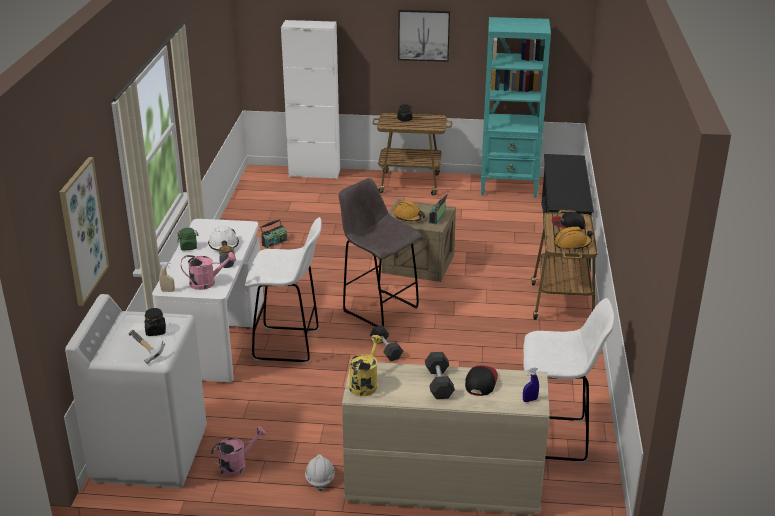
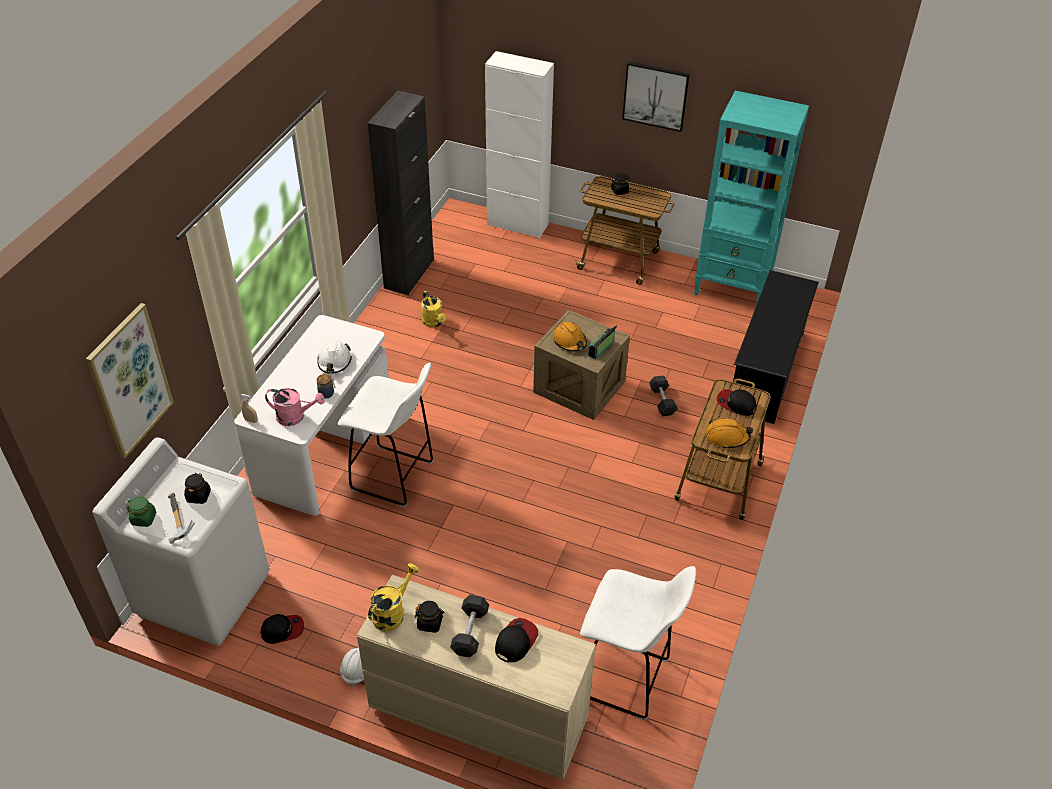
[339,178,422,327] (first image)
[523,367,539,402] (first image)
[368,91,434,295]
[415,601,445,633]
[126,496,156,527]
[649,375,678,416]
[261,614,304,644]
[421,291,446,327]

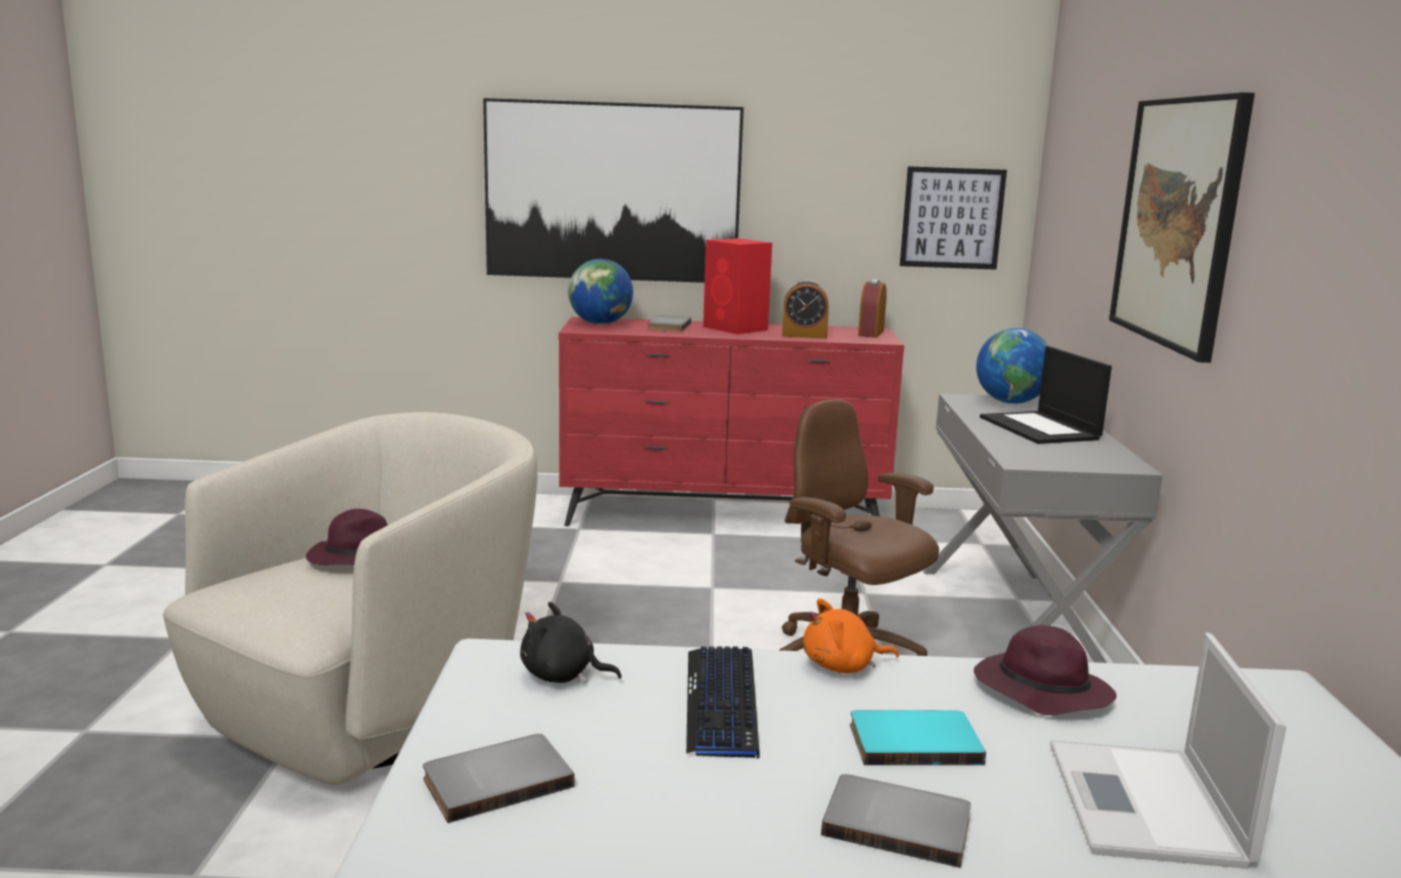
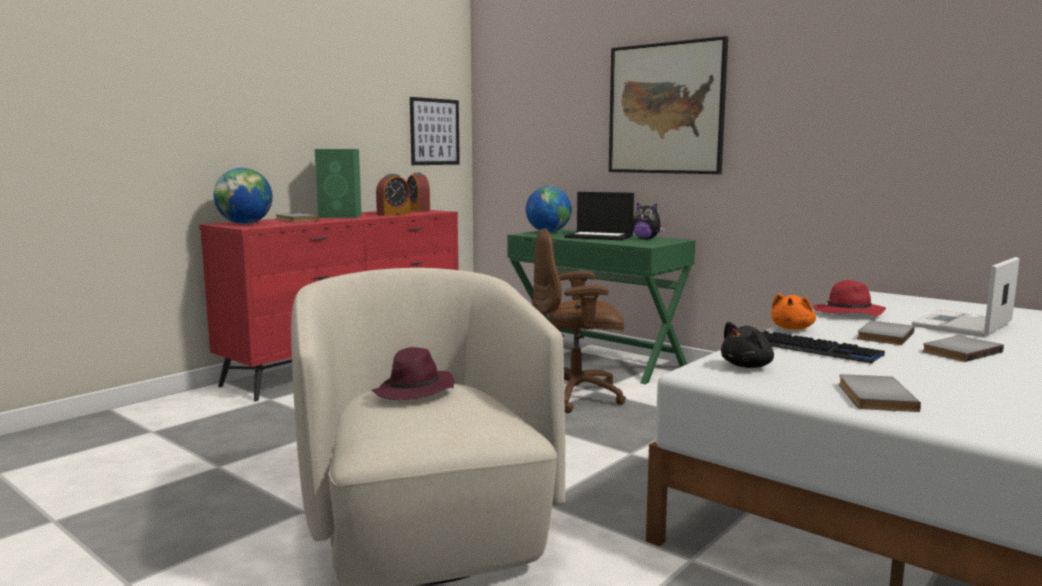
[483,98,744,283] (first image)
[632,203,666,239]
[315,149,362,218]
[857,321,915,345]
[507,229,696,384]
[813,280,886,317]
[912,257,1020,337]

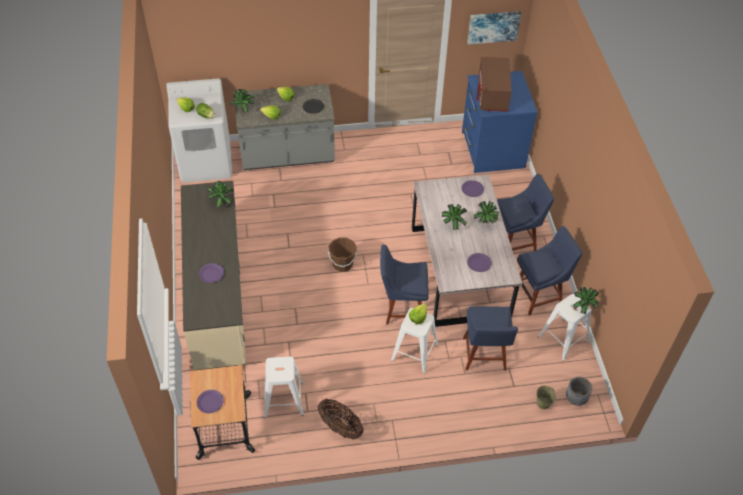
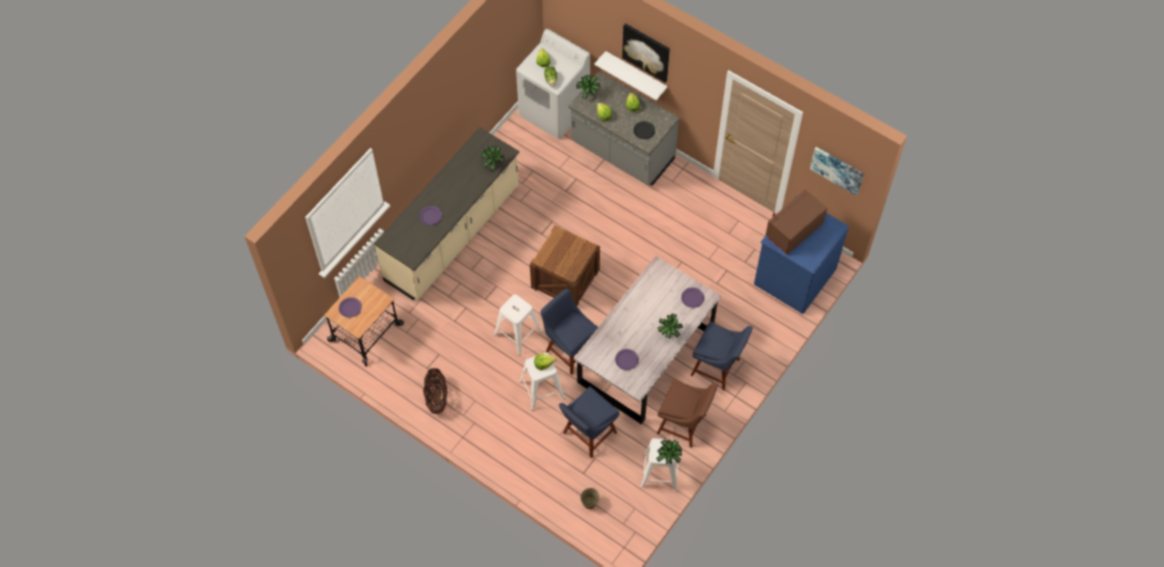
[442,204,467,230] (first image)
[566,377,592,406] (first image)
[594,51,668,101]
[622,23,670,83]
[494,294,542,355]
[530,225,600,306]
[657,379,718,448]

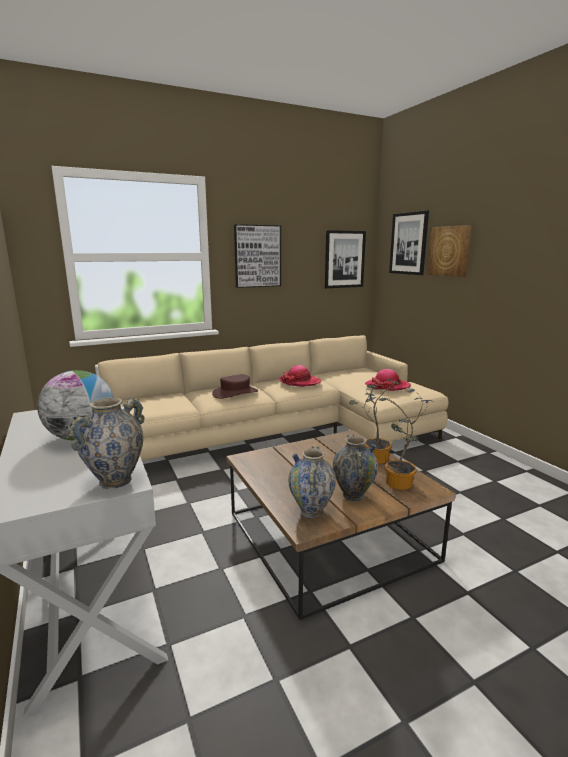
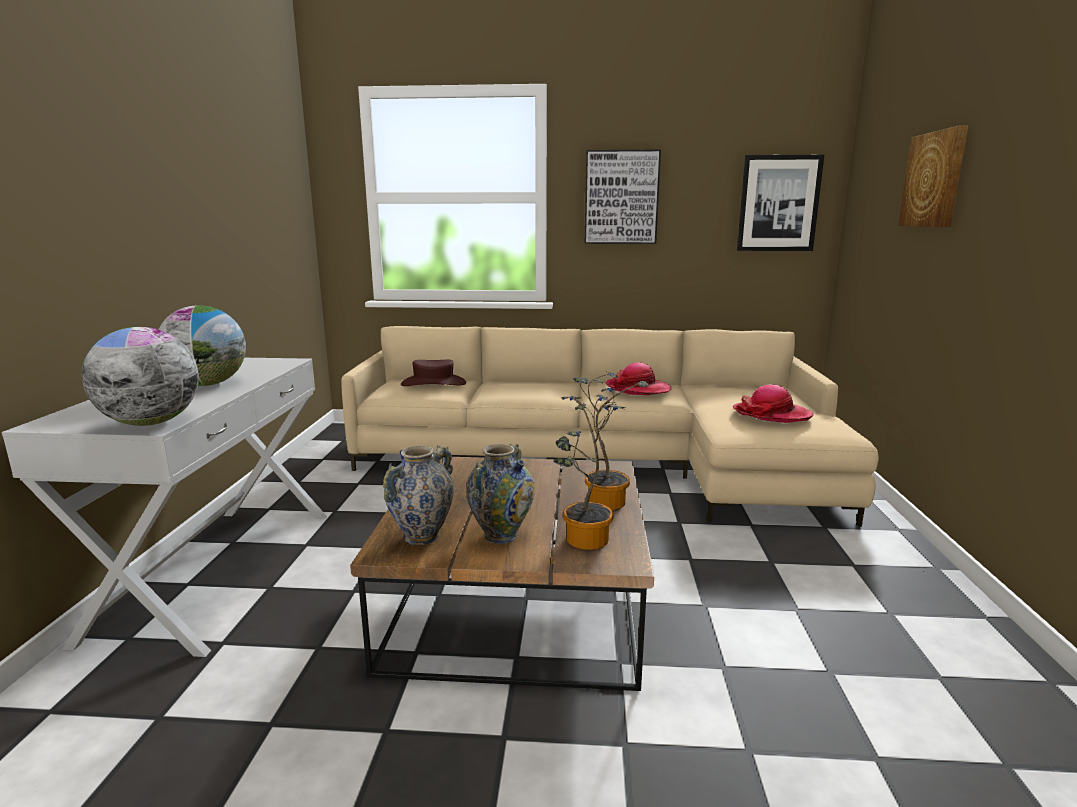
[389,210,429,275] (first image)
[401,360,466,386]
[82,327,199,426]

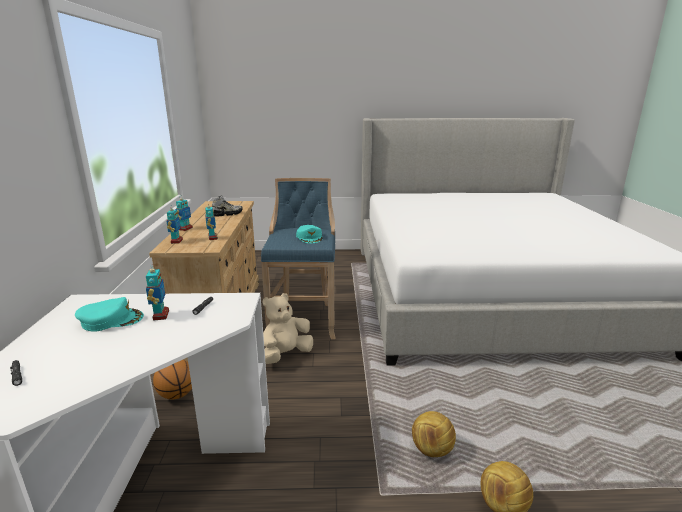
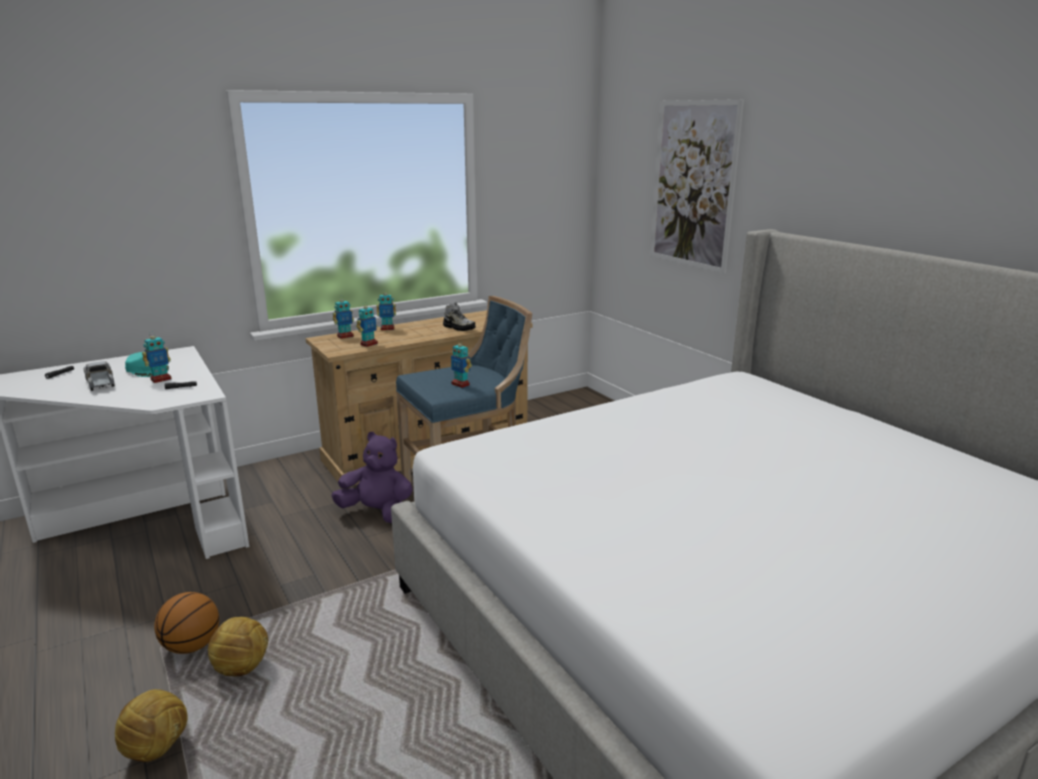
[84,361,115,391]
[651,99,744,273]
[154,592,219,654]
[451,339,472,388]
[331,432,412,523]

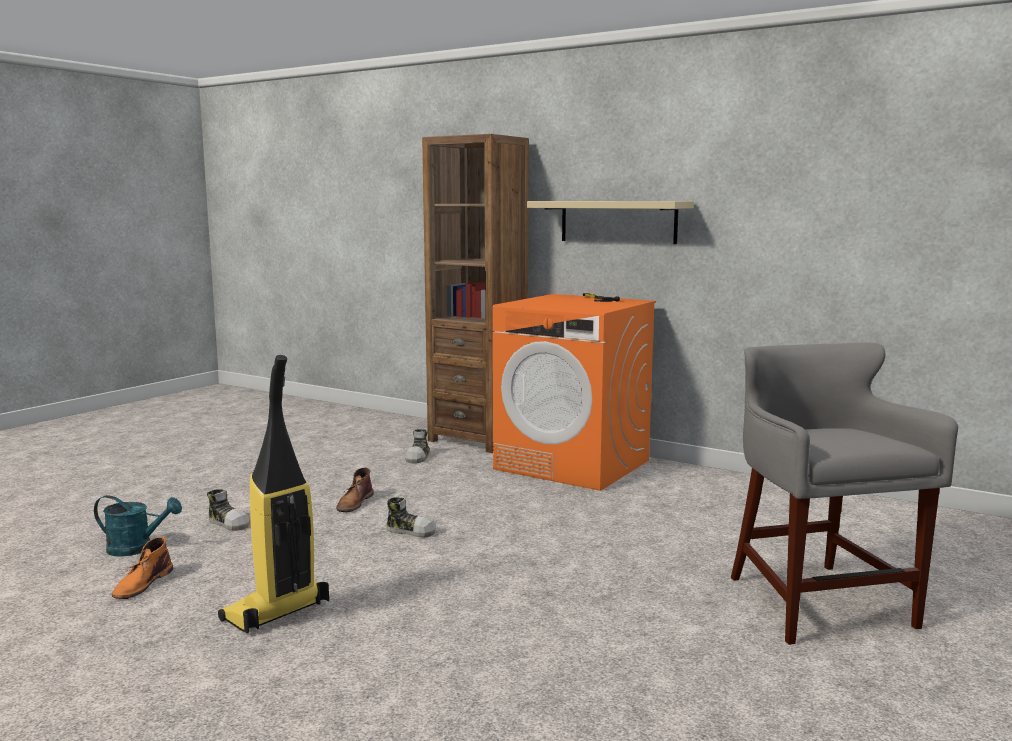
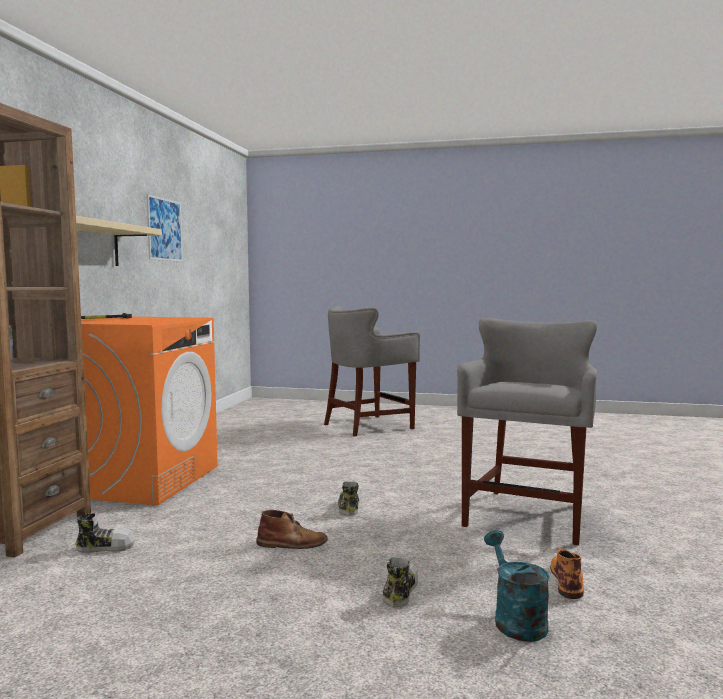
[146,194,183,262]
[457,318,597,546]
[550,548,584,599]

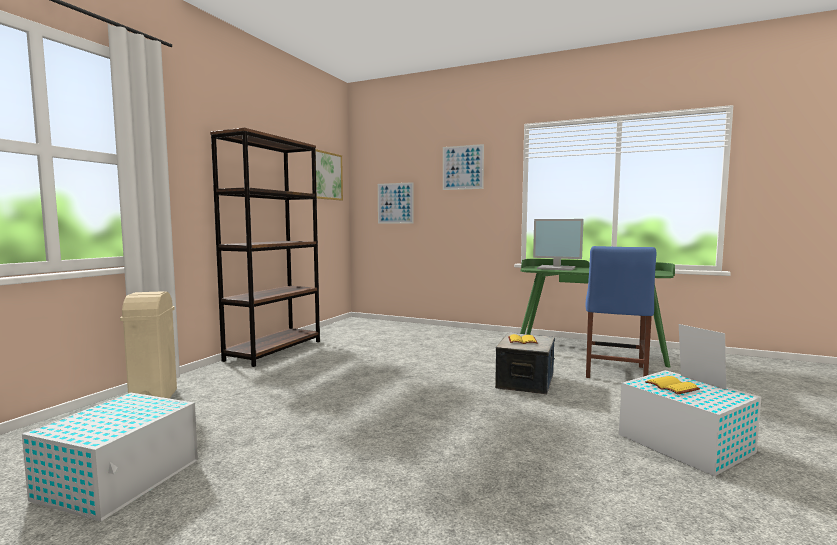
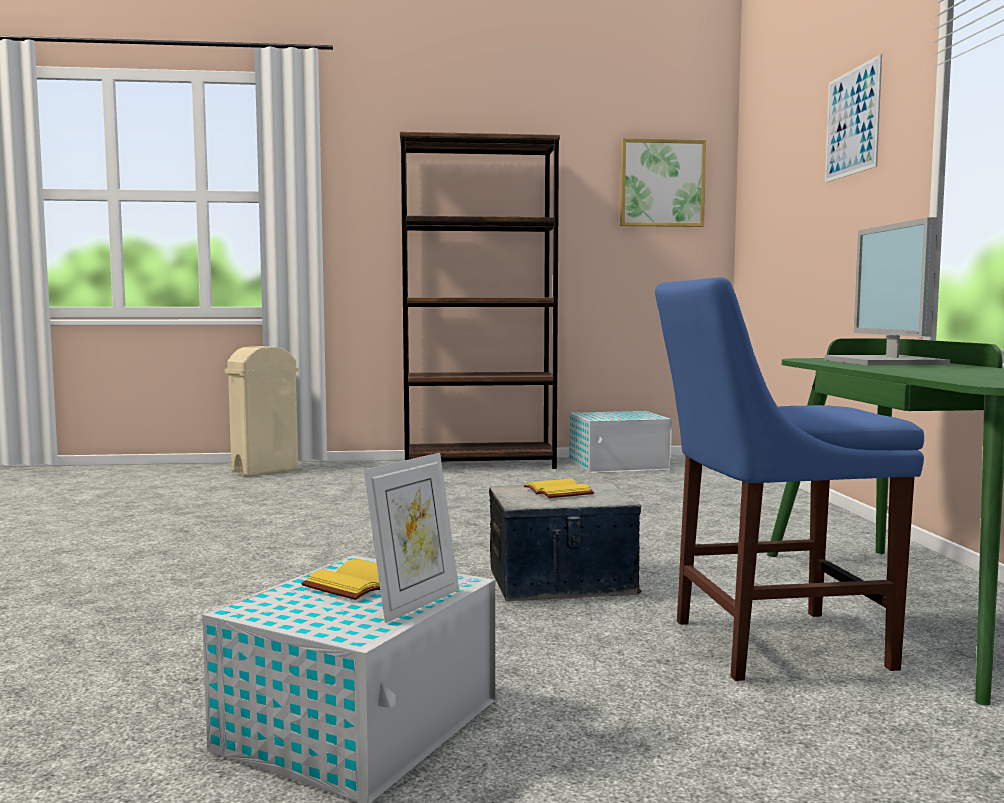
[378,182,414,223] (first image)
[569,411,672,473]

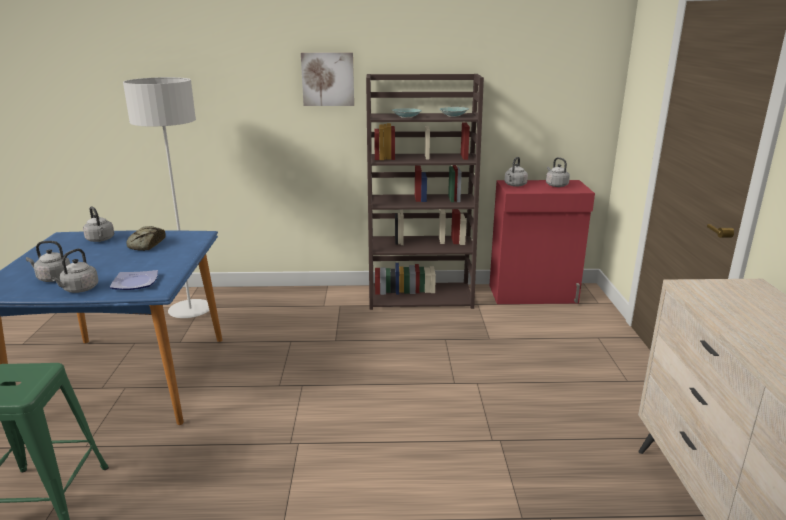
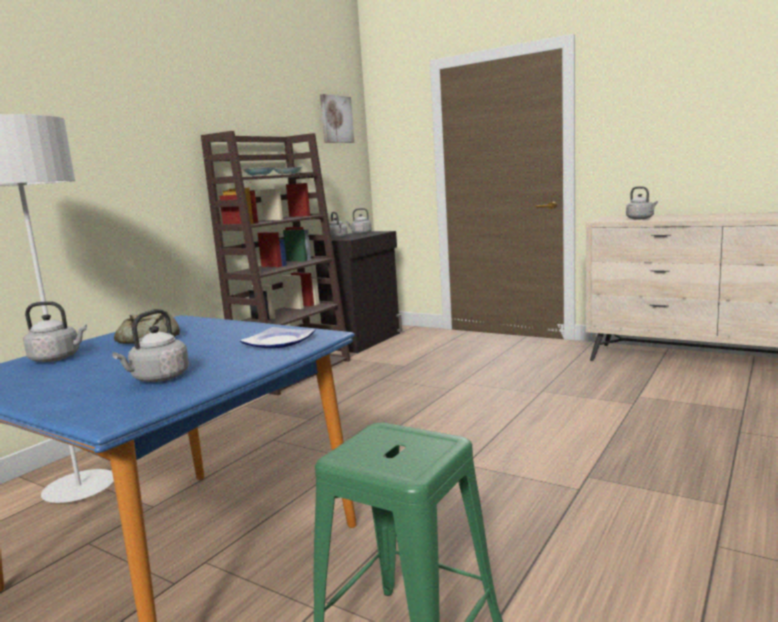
[626,186,658,220]
[320,94,354,143]
[313,231,402,353]

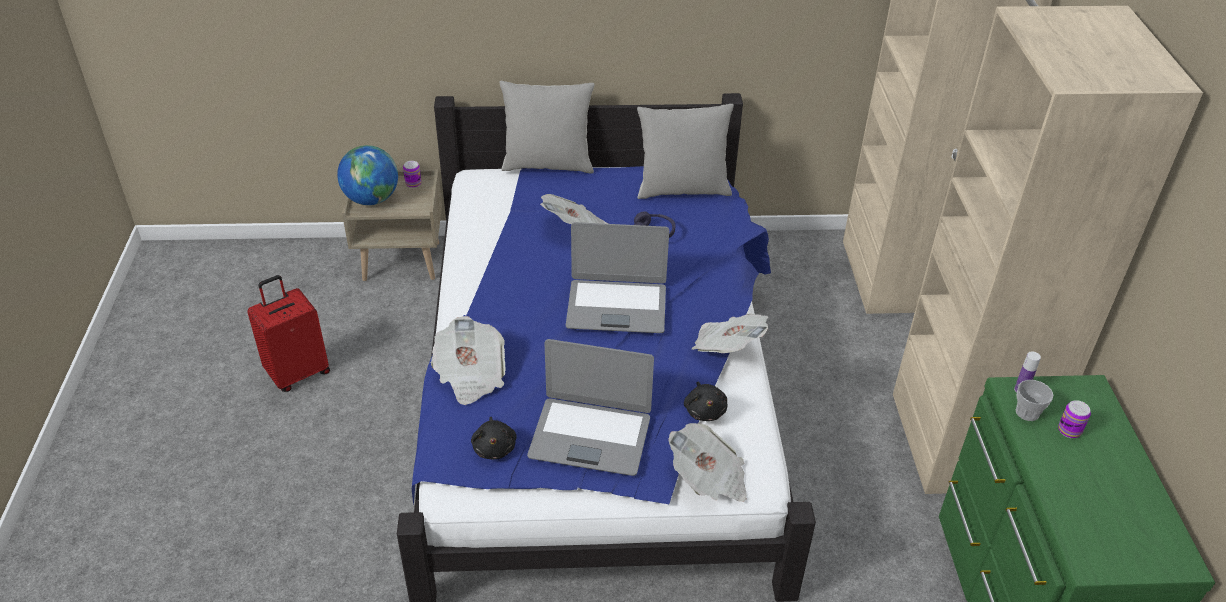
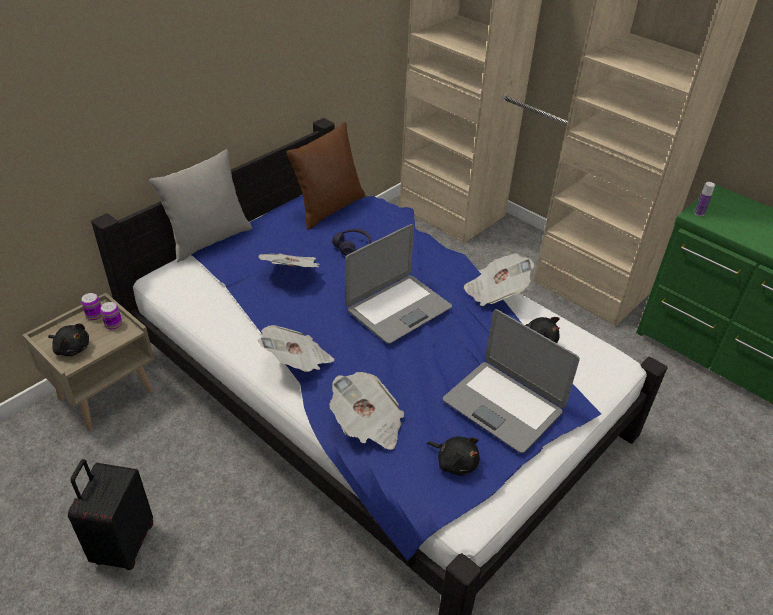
[1016,380,1054,421] (first image)
[258,325,334,372]
[100,302,122,330]
[48,323,89,356]
[68,459,153,570]
[286,122,366,230]
[443,309,580,453]

